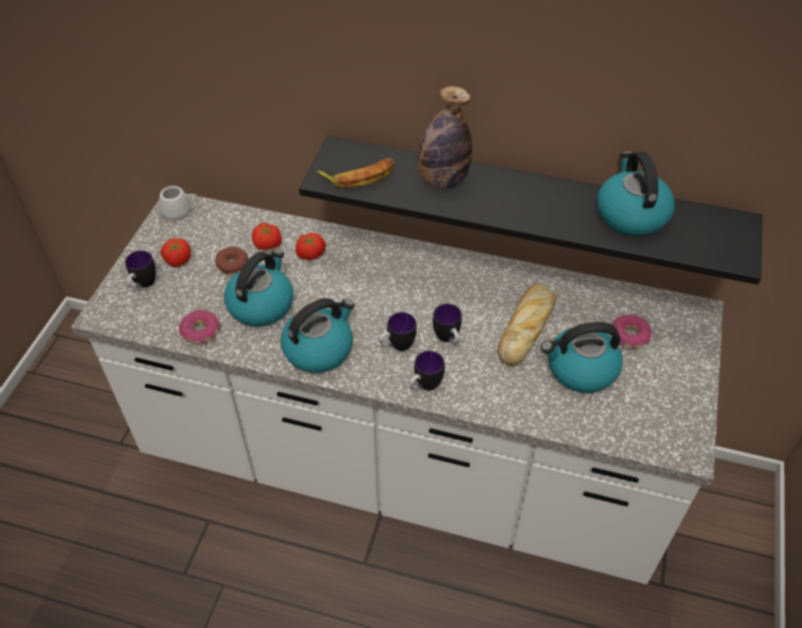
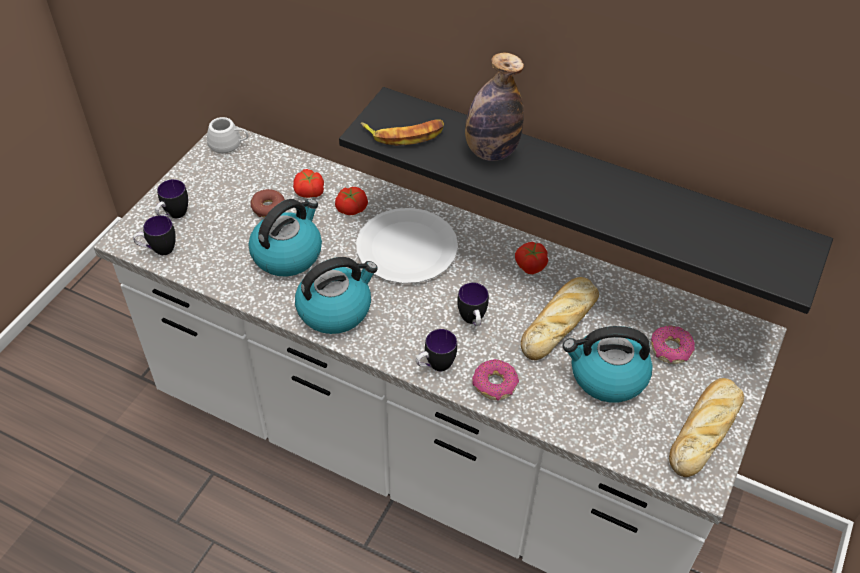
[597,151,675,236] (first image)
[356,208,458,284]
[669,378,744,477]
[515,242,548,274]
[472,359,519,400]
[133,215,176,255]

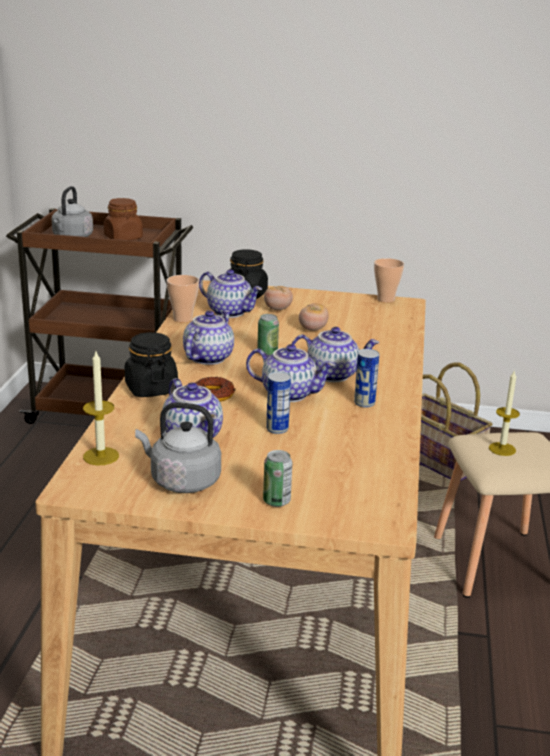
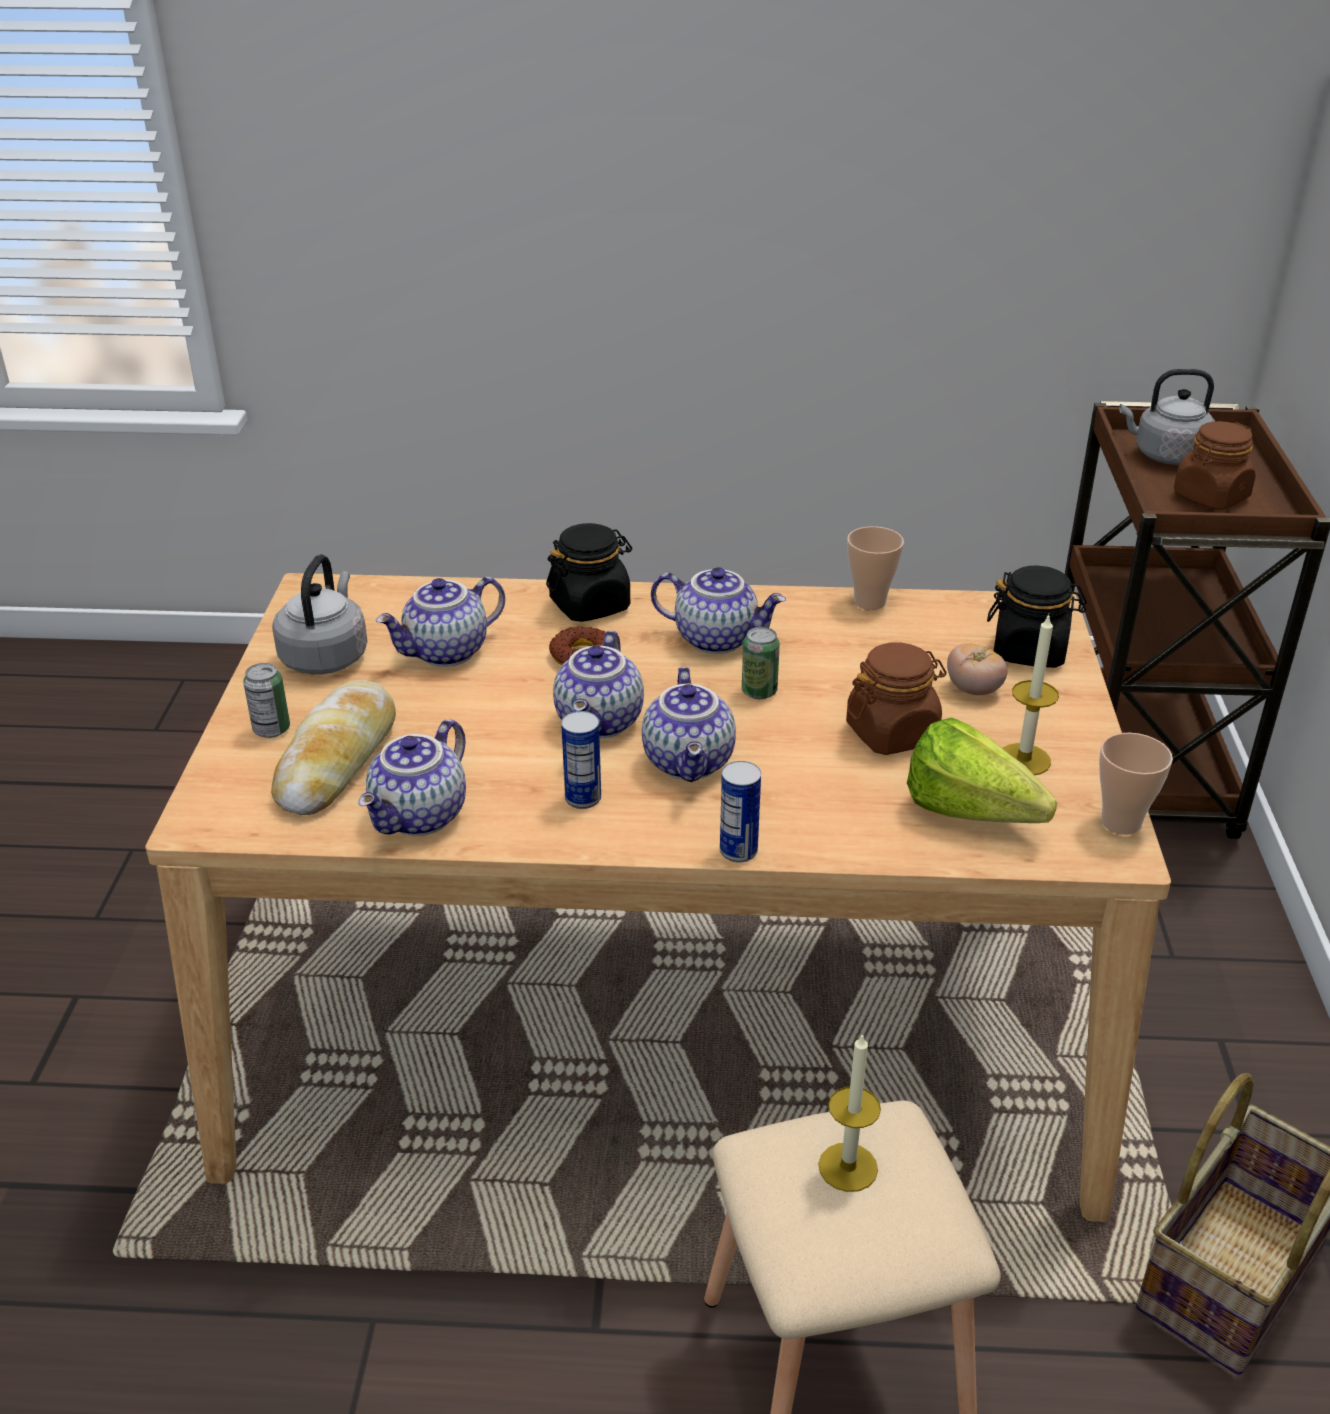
[271,680,396,815]
[907,717,1057,823]
[1003,614,1059,775]
[358,719,466,836]
[720,761,761,863]
[846,643,946,755]

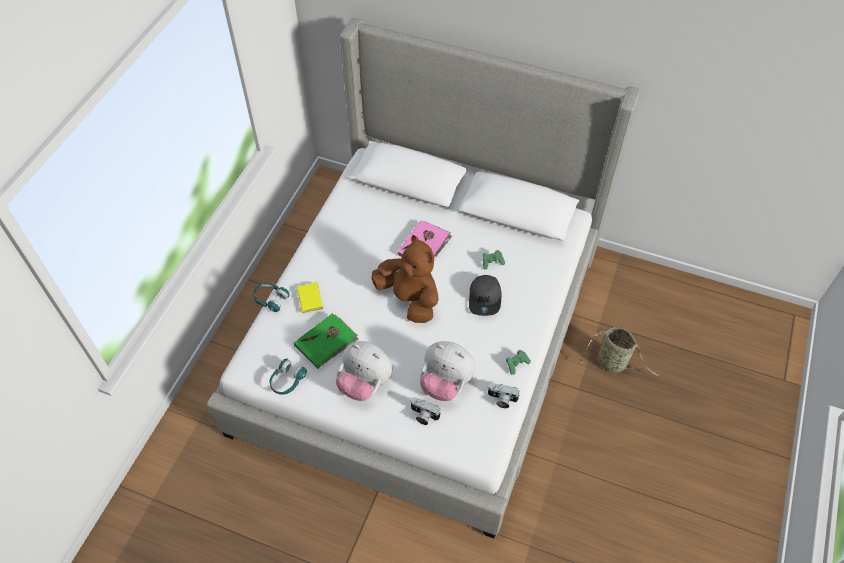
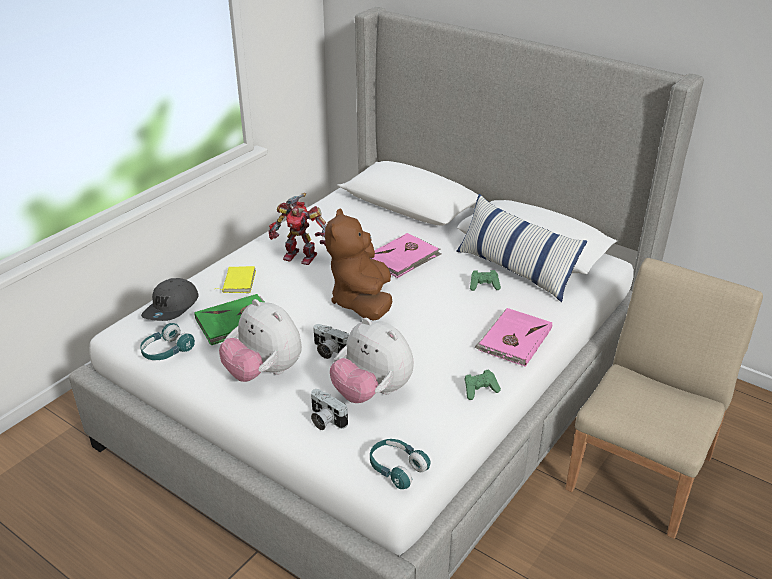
[268,193,326,265]
[456,194,587,302]
[475,308,552,367]
[370,439,431,489]
[141,278,199,321]
[313,324,349,359]
[565,258,763,539]
[325,208,392,320]

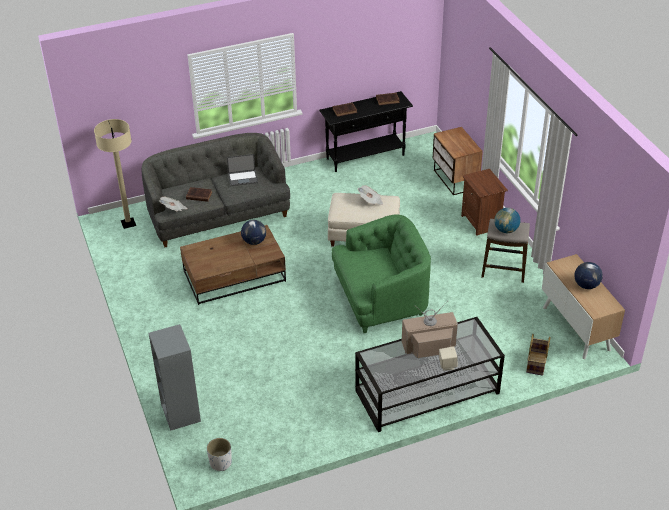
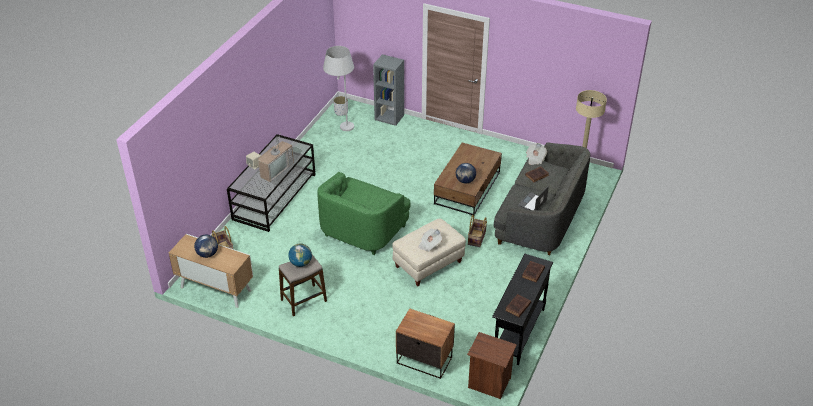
[323,46,354,131]
[468,215,487,247]
[467,332,517,399]

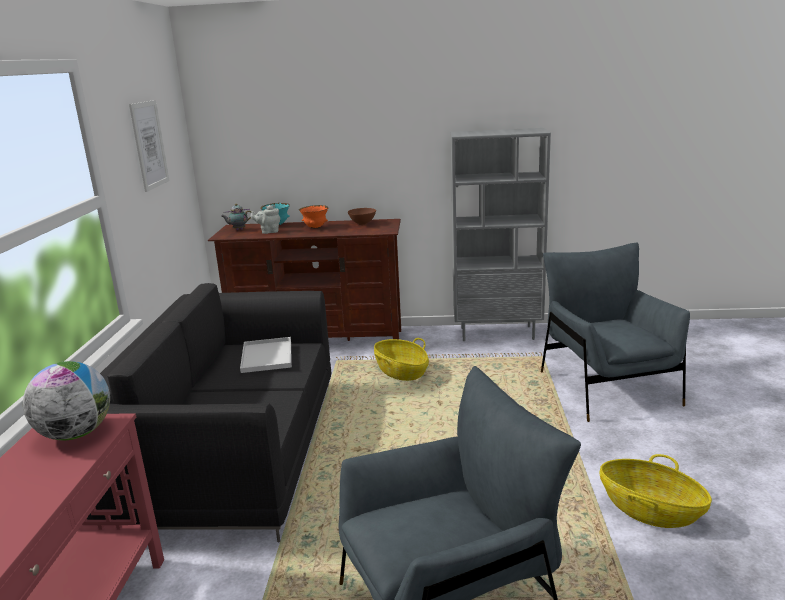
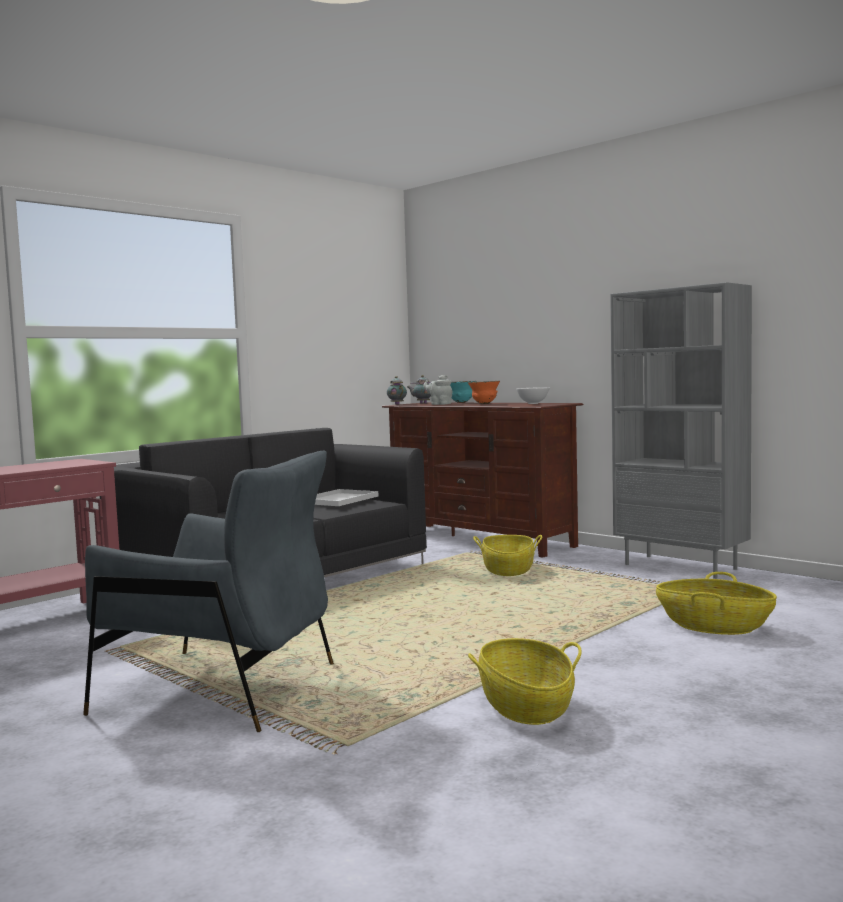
[23,361,110,440] (first image)
[129,100,169,192] (first image)
[387,376,407,405]
[656,572,777,635]
[516,387,550,404]

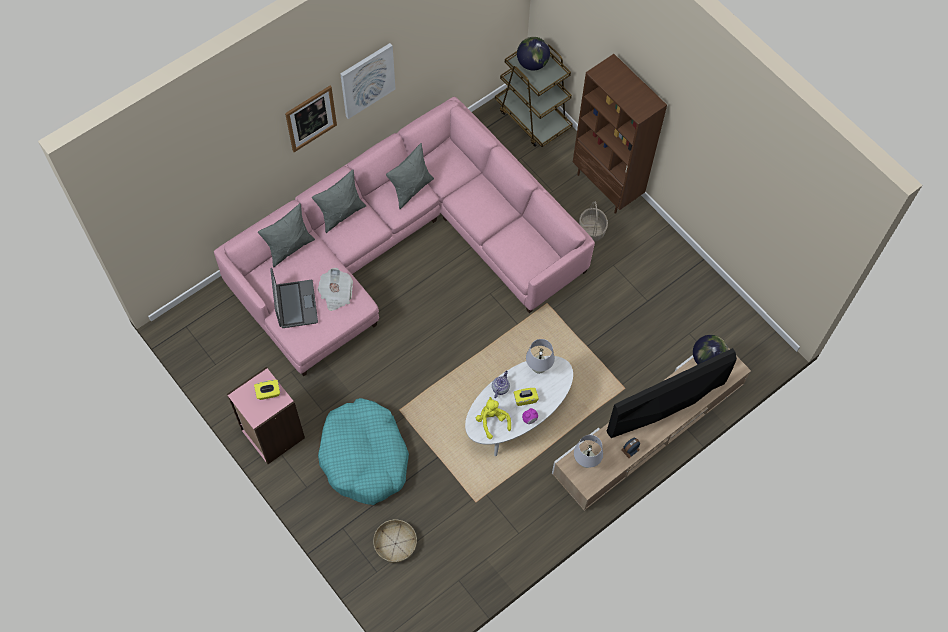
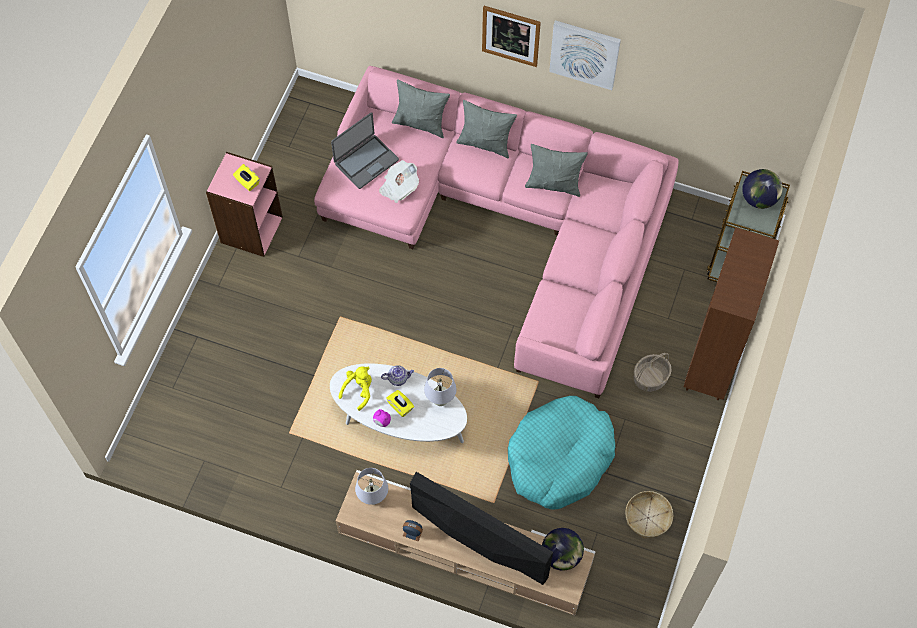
[508,396,615,510]
[625,491,673,539]

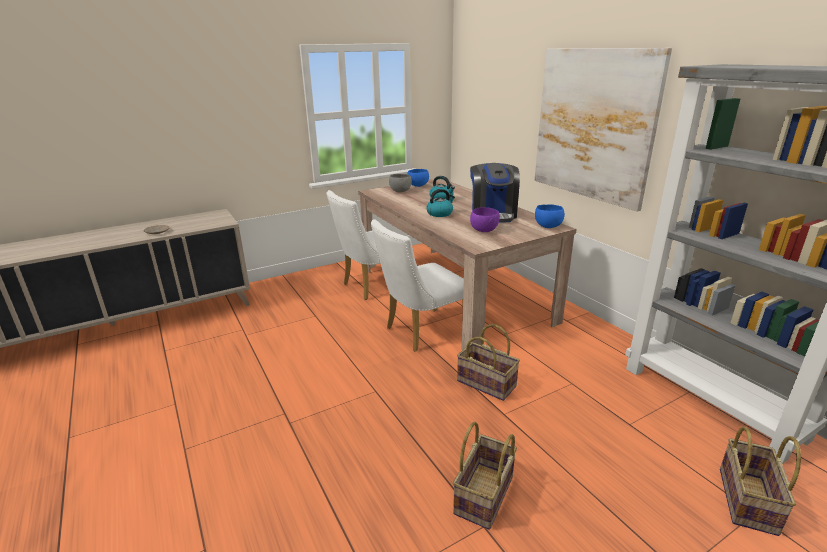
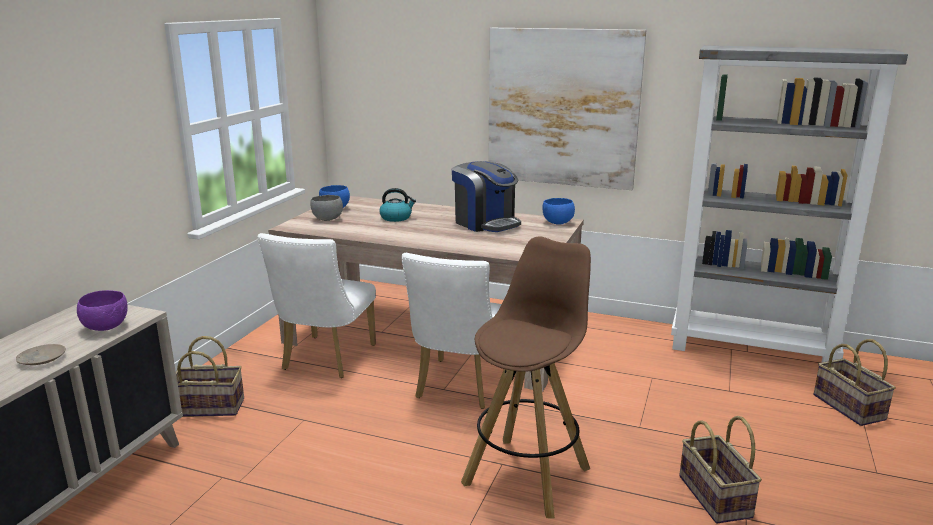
[426,189,455,217] (first image)
[461,236,591,518]
[176,336,244,417]
[77,290,128,331]

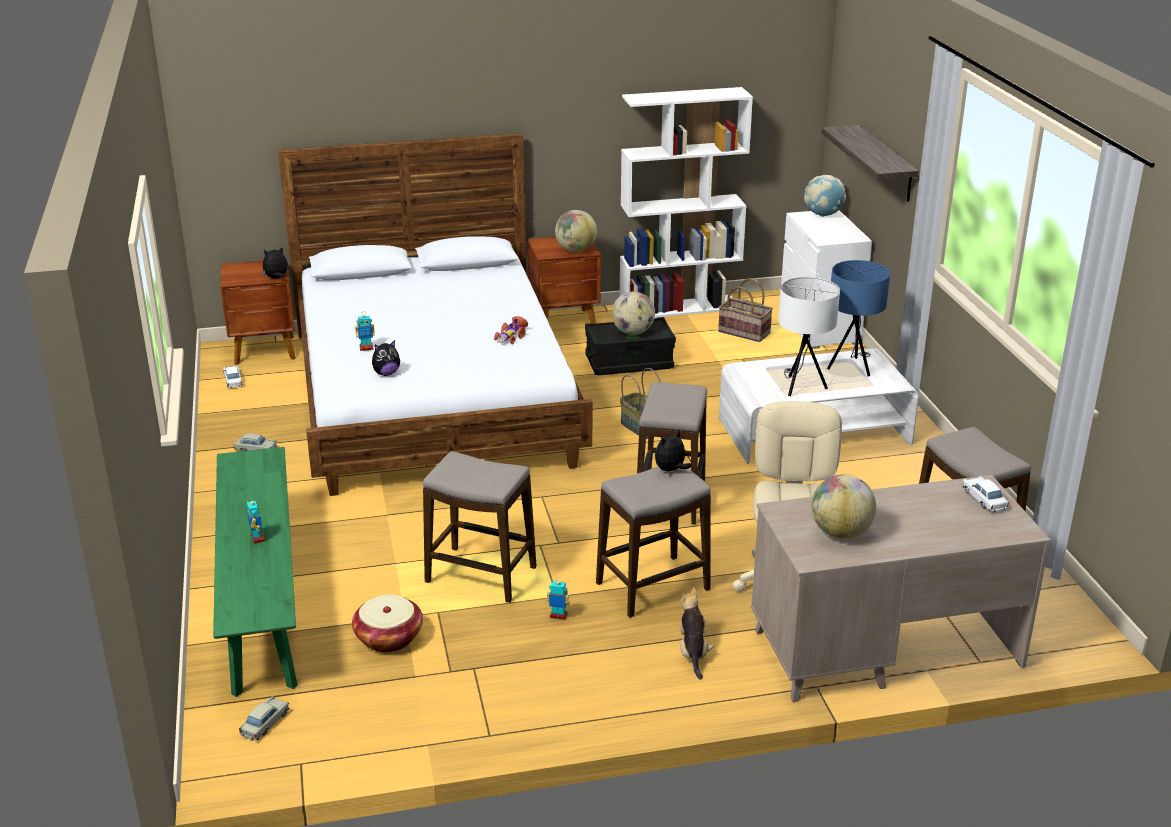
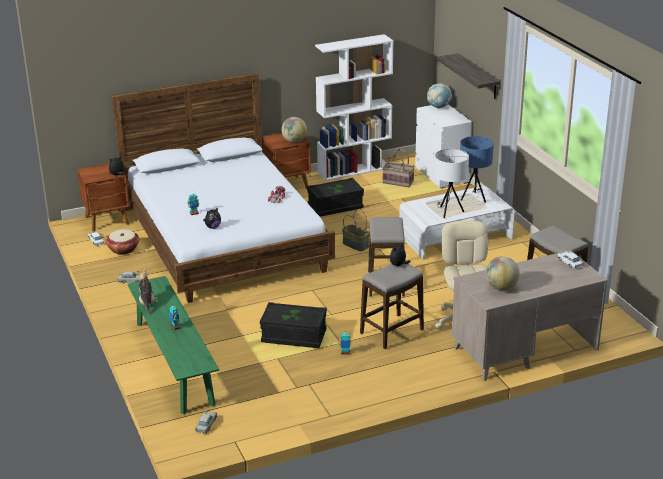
[612,291,655,335] (first image)
[106,229,139,254]
[137,268,158,315]
[260,302,327,348]

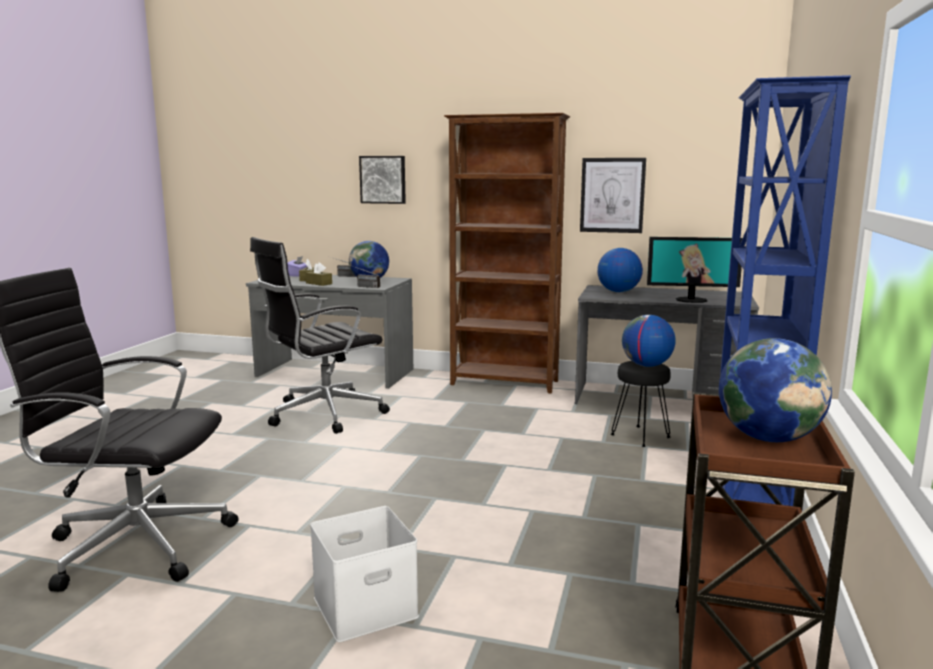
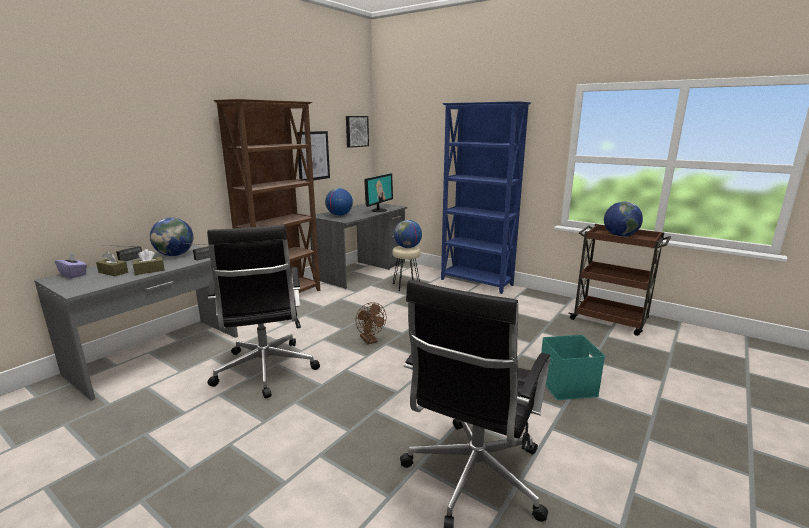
[355,302,386,344]
[346,116,369,148]
[541,335,605,400]
[392,246,421,291]

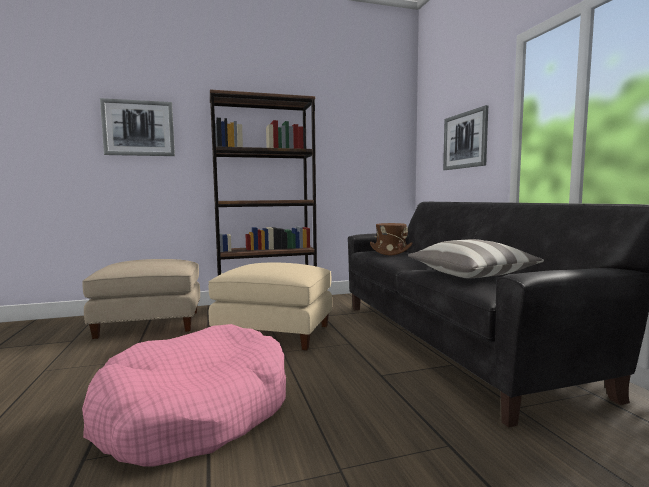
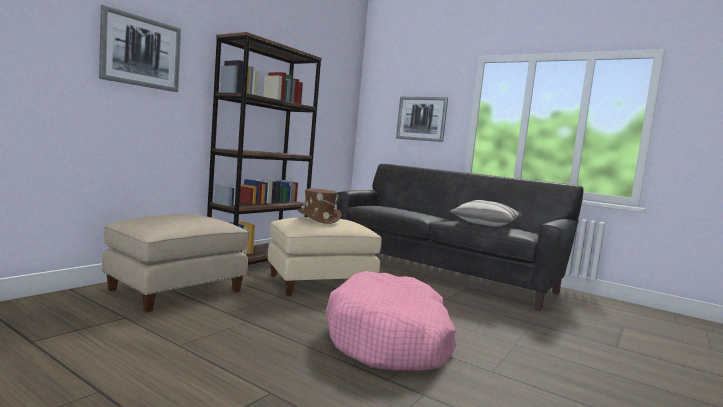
[298,189,342,224]

